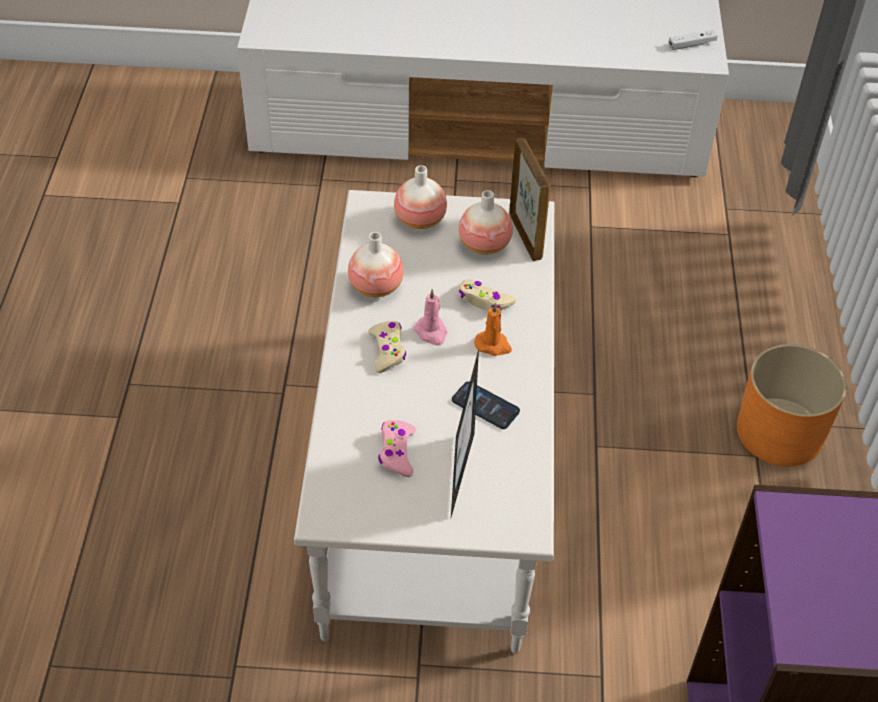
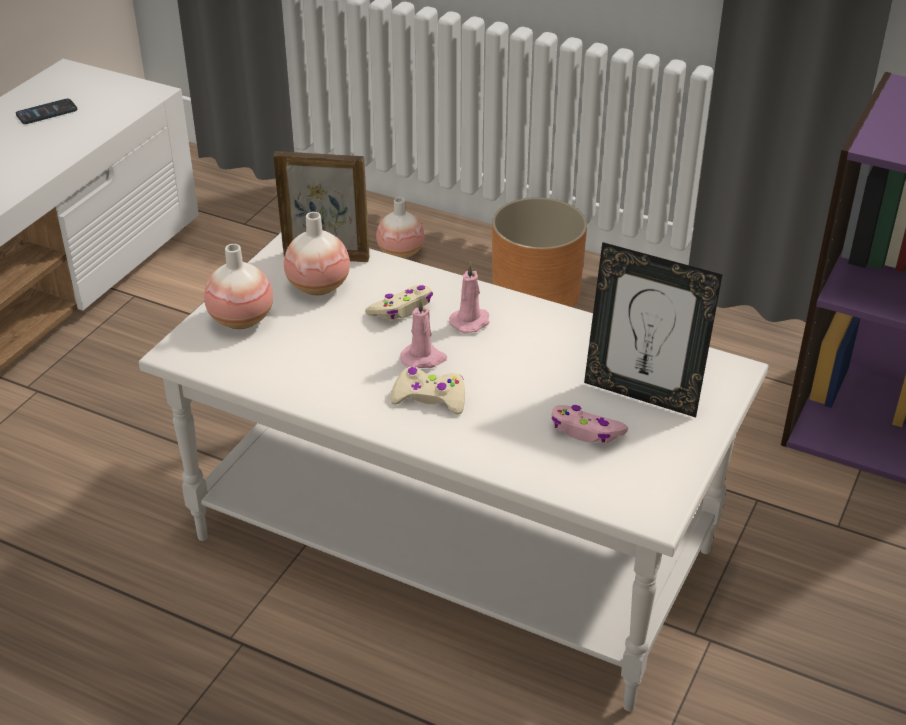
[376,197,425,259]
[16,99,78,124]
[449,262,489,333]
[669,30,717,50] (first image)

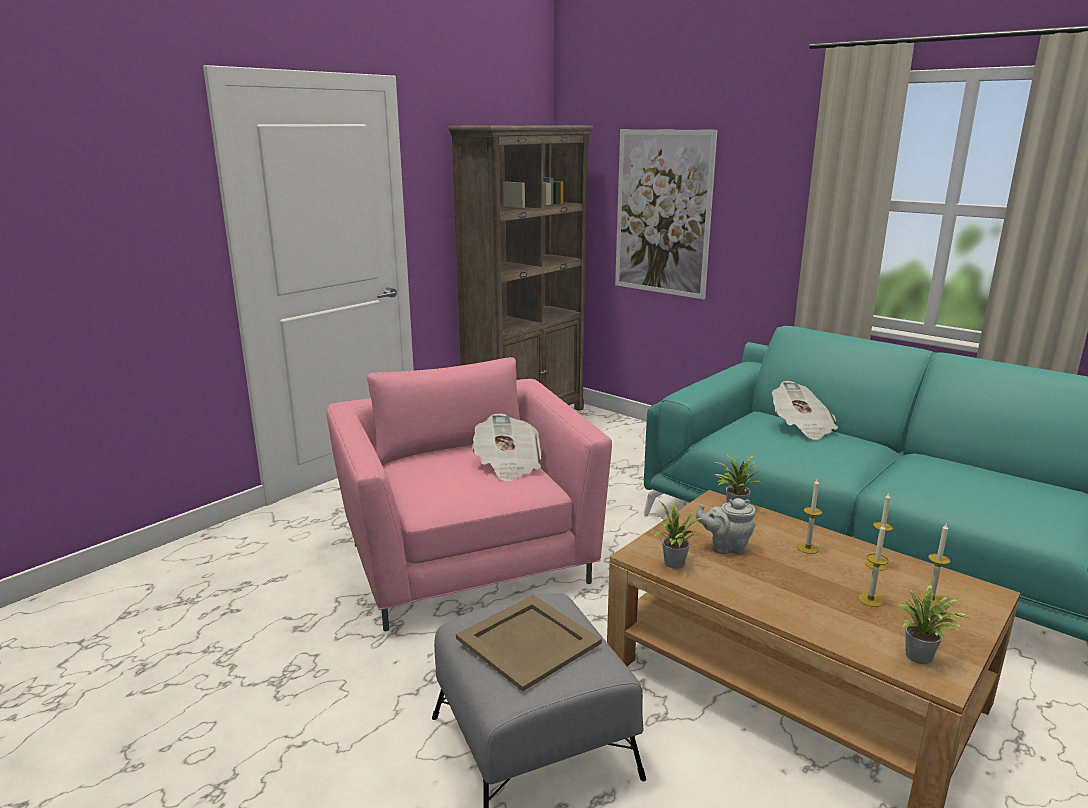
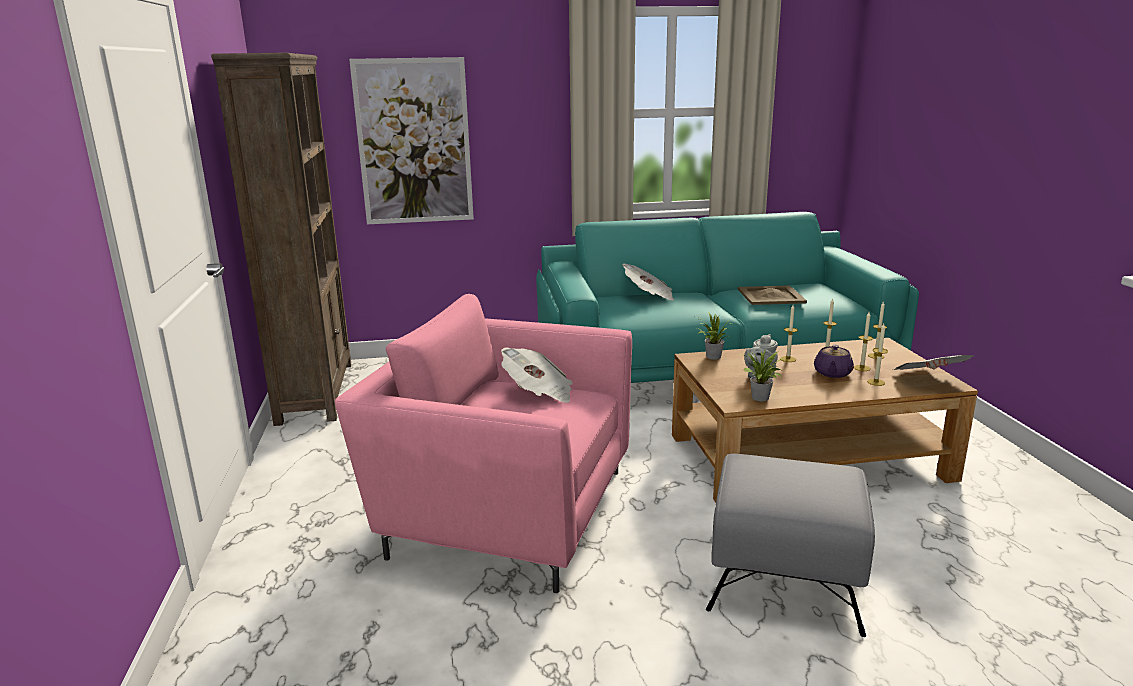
[738,285,807,305]
[892,355,974,370]
[814,345,854,378]
[867,324,888,386]

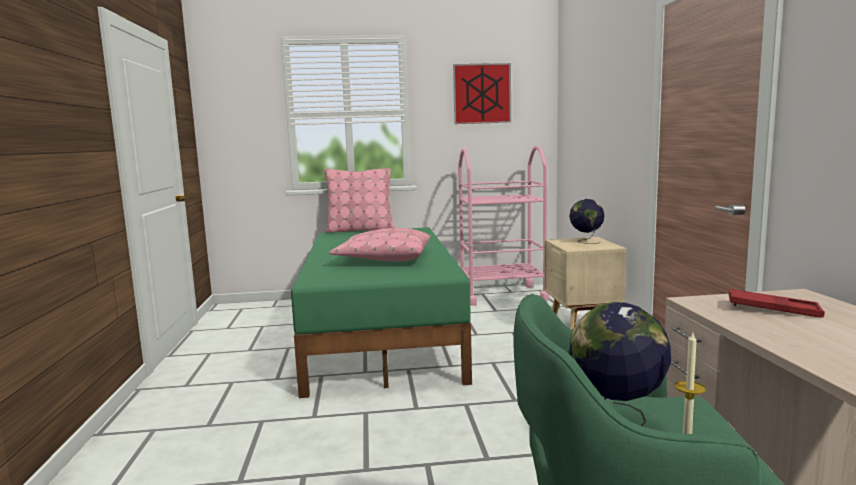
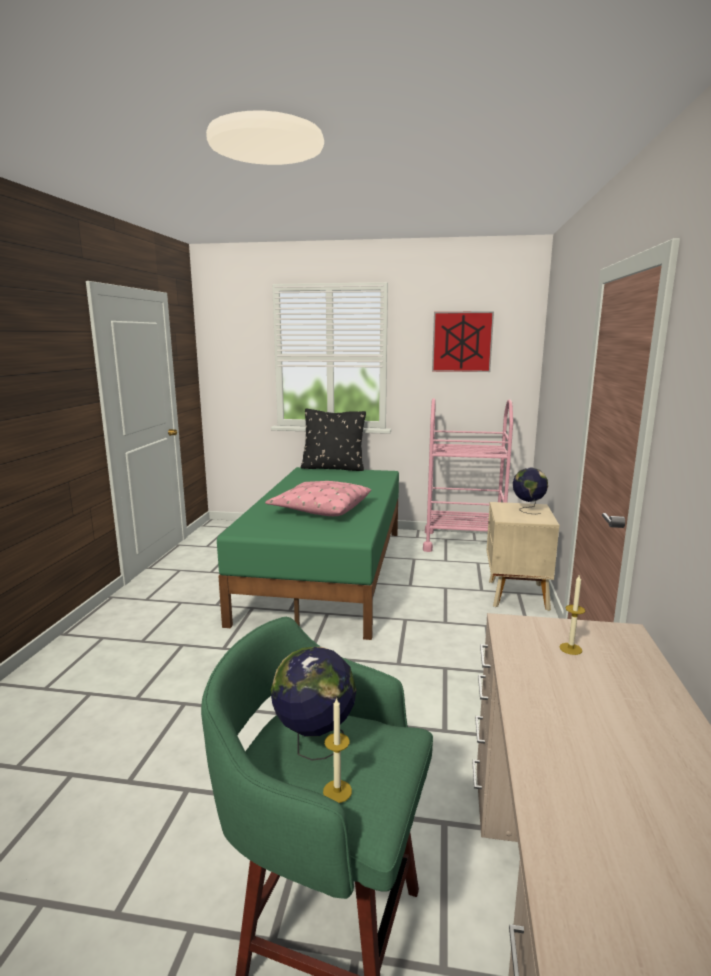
[301,409,366,471]
[560,575,585,655]

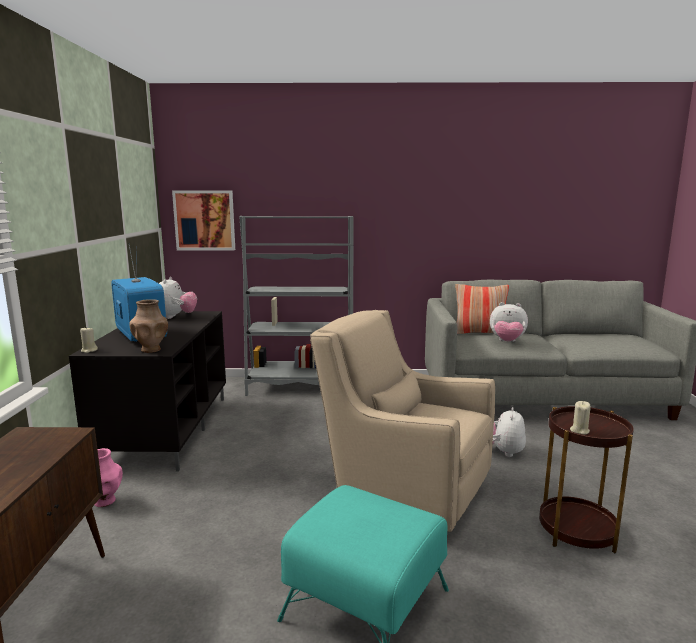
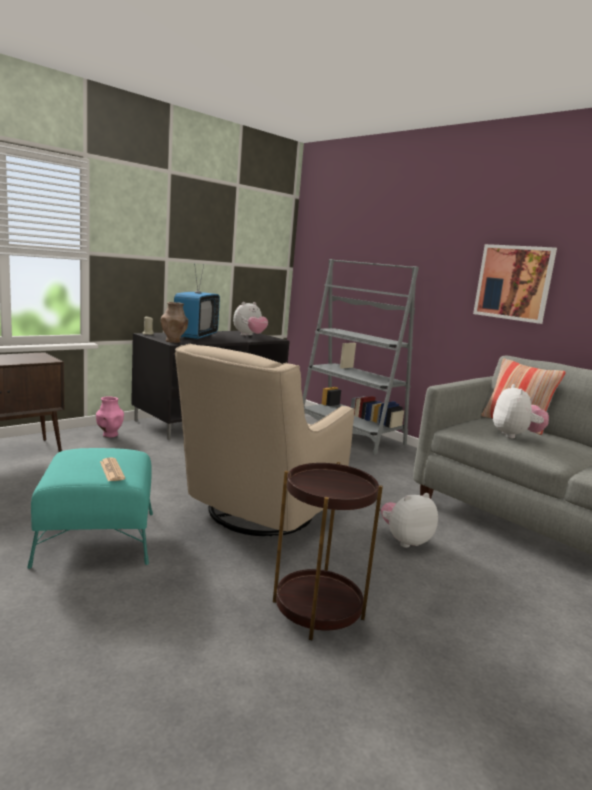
[473,244,557,324]
[175,343,355,536]
[493,384,549,438]
[570,401,591,435] (first image)
[100,458,125,481]

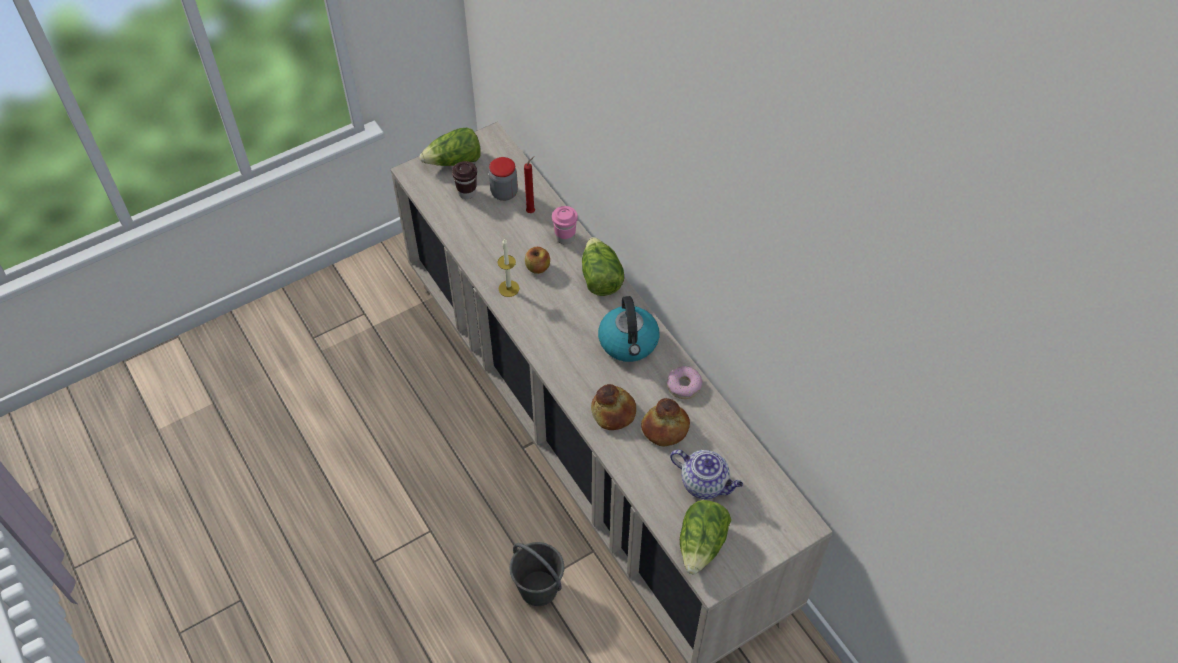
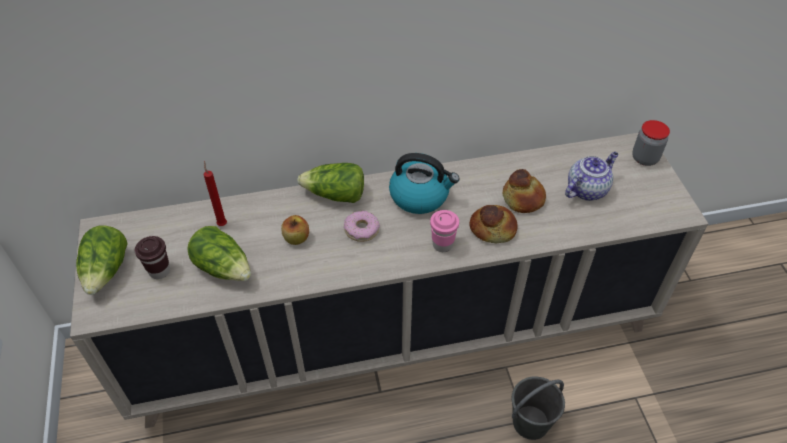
[632,120,670,166]
[497,238,519,297] (first image)
[430,210,459,252]
[344,211,380,242]
[187,226,251,281]

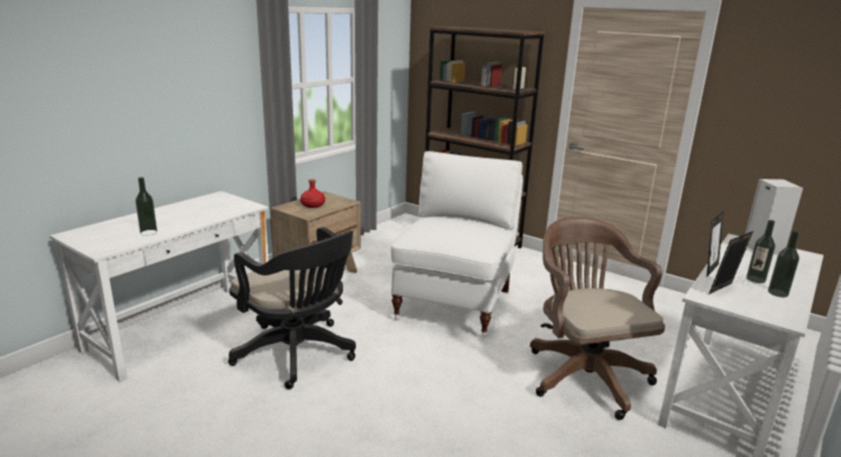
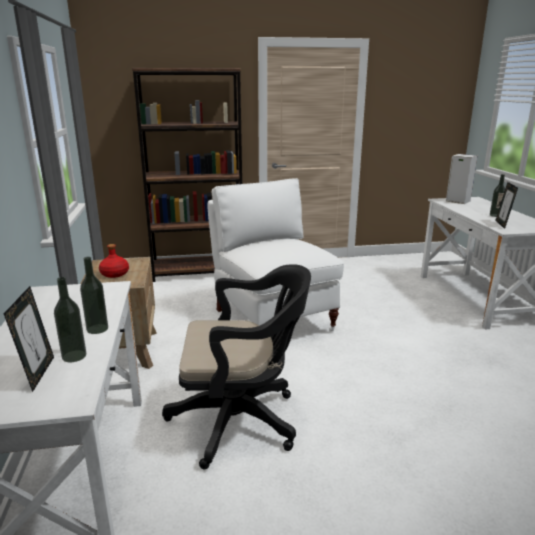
[530,217,665,420] (first image)
[4,286,54,392]
[80,257,108,334]

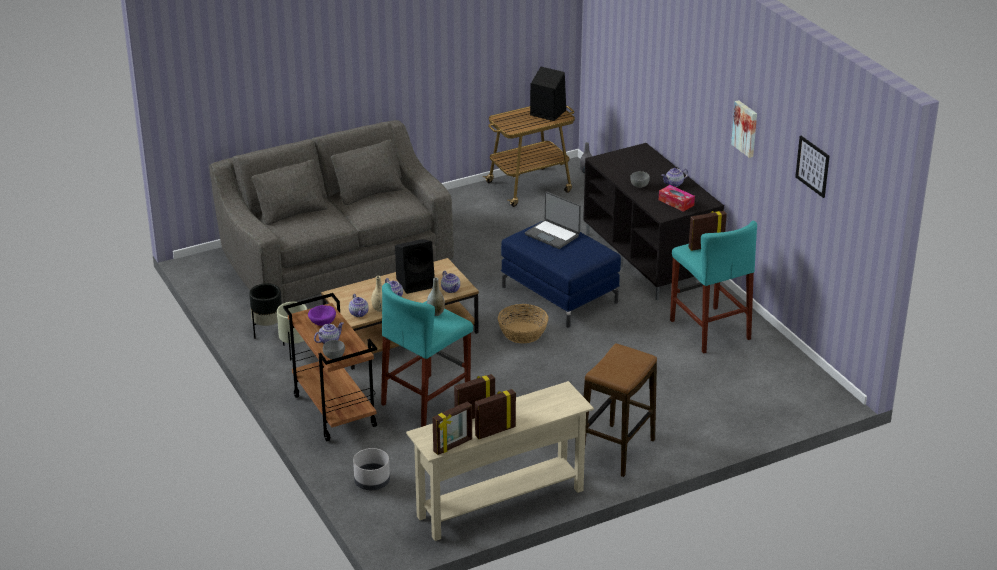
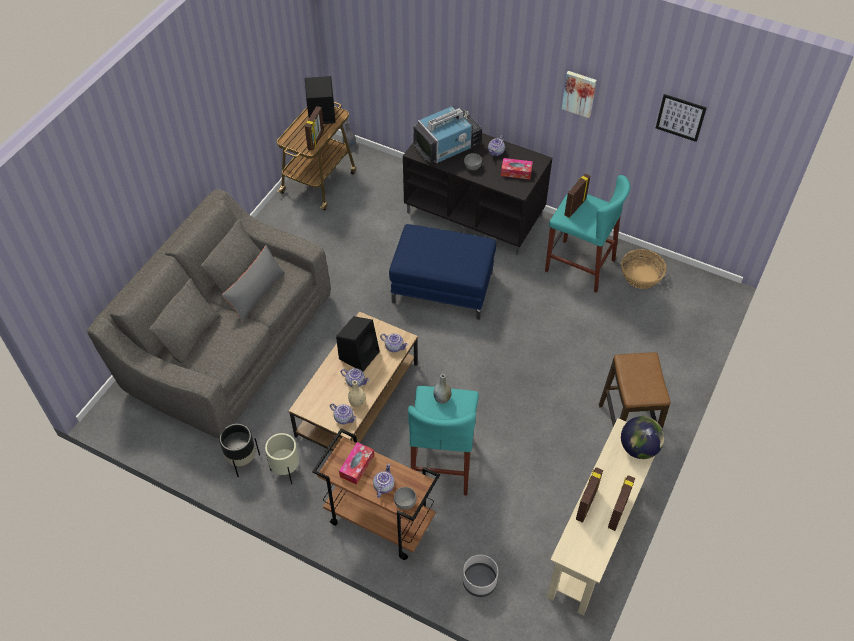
[339,442,374,485]
[305,106,324,151]
[621,249,667,289]
[525,191,581,249] (first image)
[222,245,285,323]
[413,105,482,163]
[621,416,664,459]

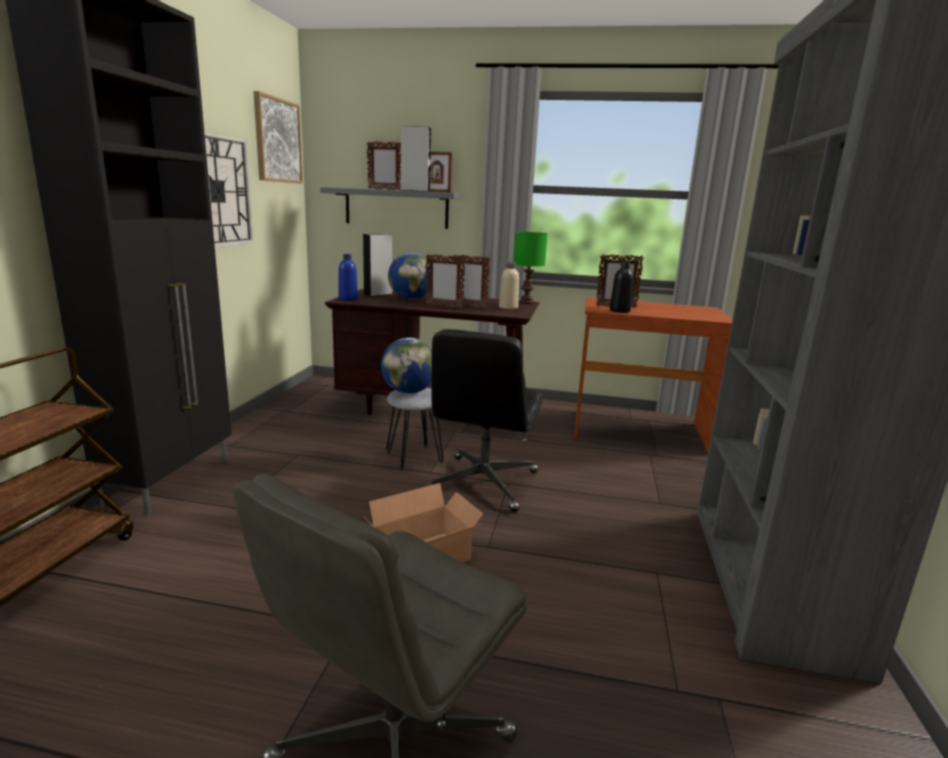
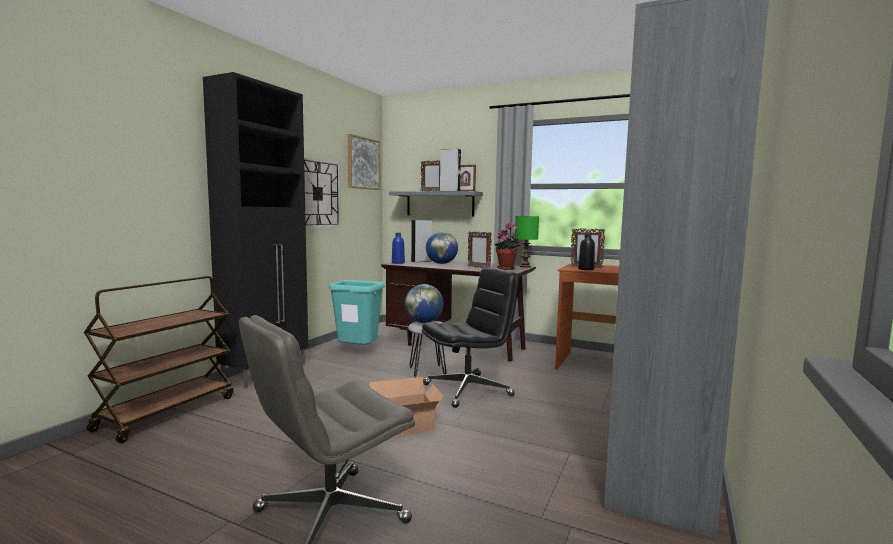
[425,254,466,309] (first image)
[422,268,519,408]
[495,223,521,270]
[329,280,385,345]

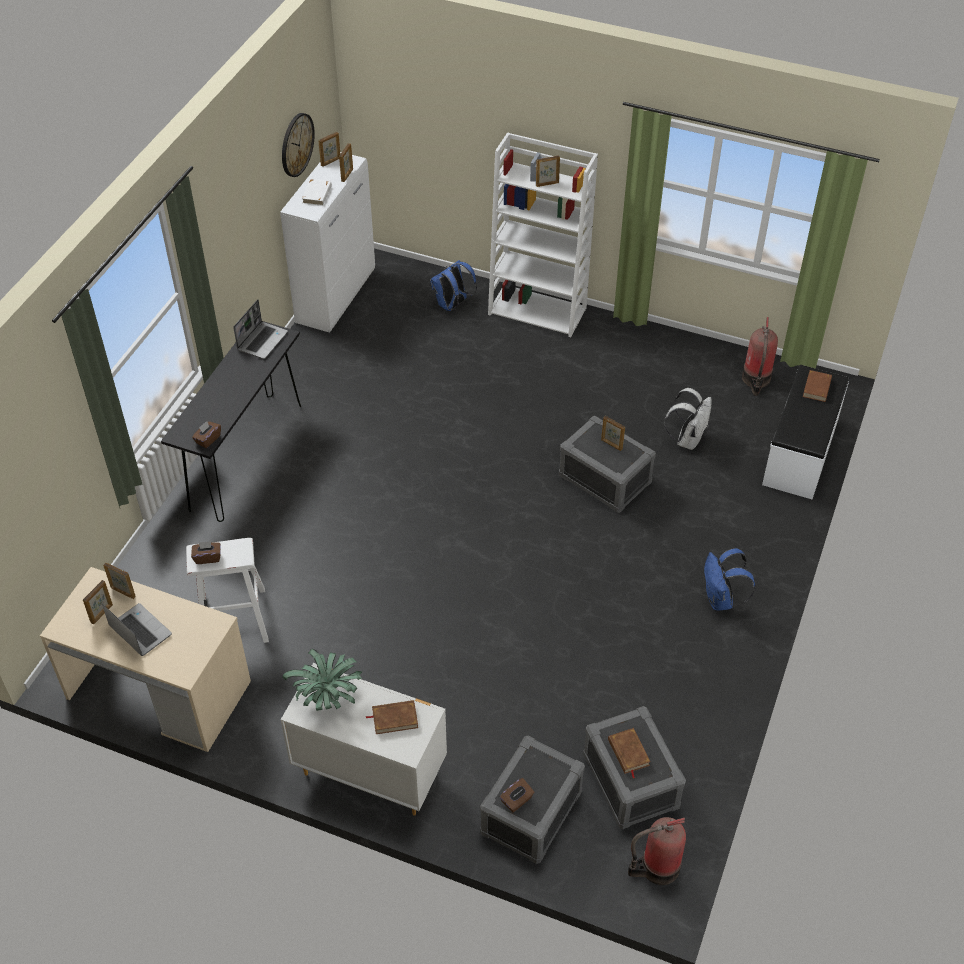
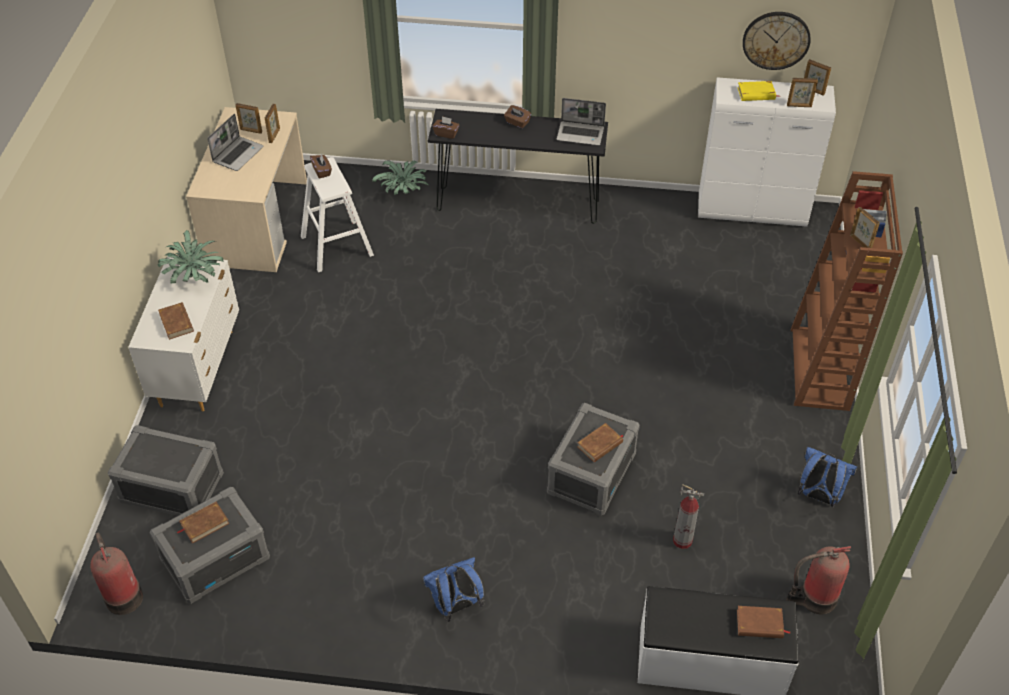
[737,81,780,101]
[798,447,857,507]
[791,171,903,411]
[504,105,531,128]
[577,423,623,462]
[673,484,704,549]
[372,160,429,195]

